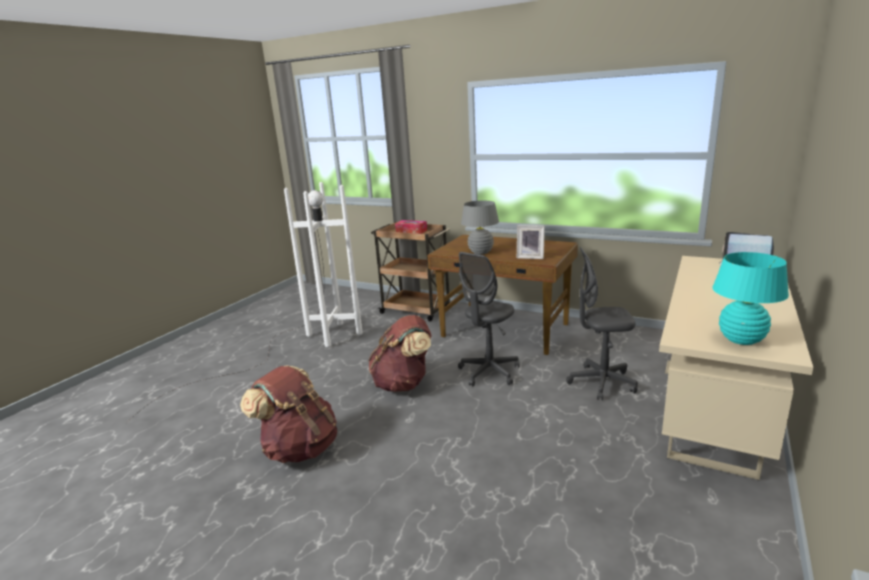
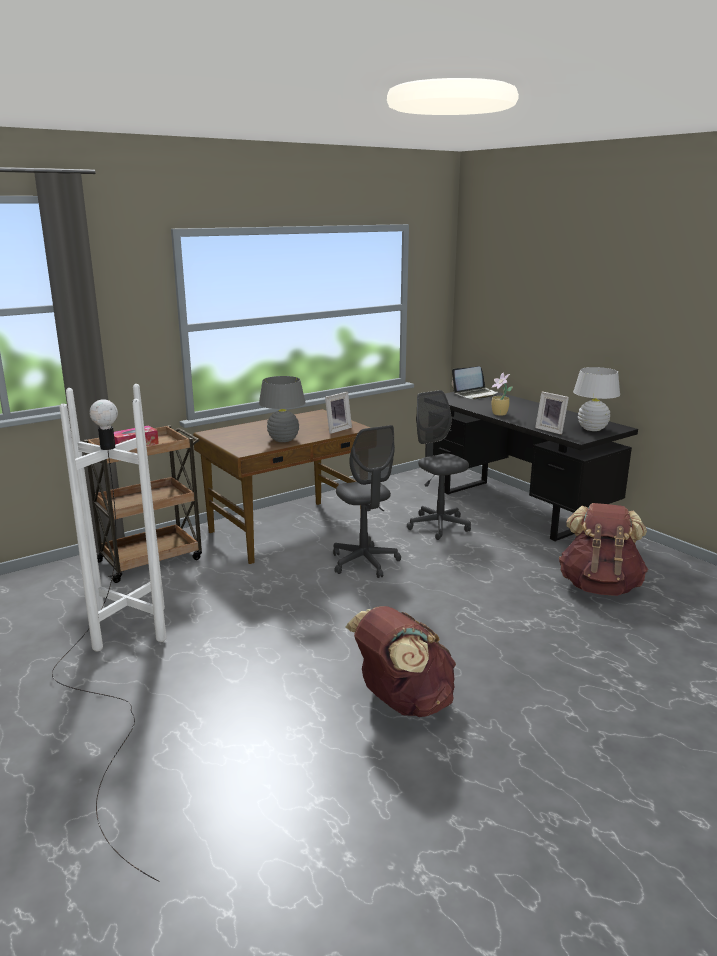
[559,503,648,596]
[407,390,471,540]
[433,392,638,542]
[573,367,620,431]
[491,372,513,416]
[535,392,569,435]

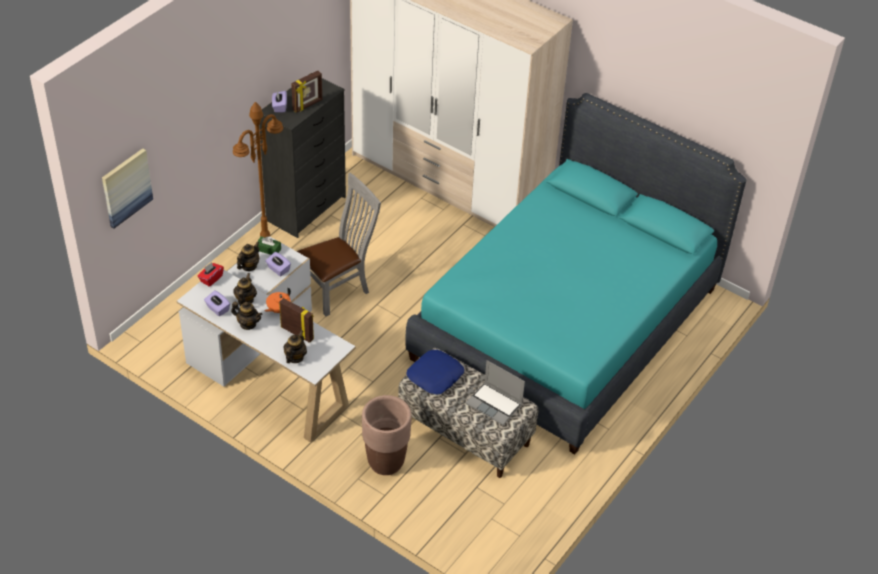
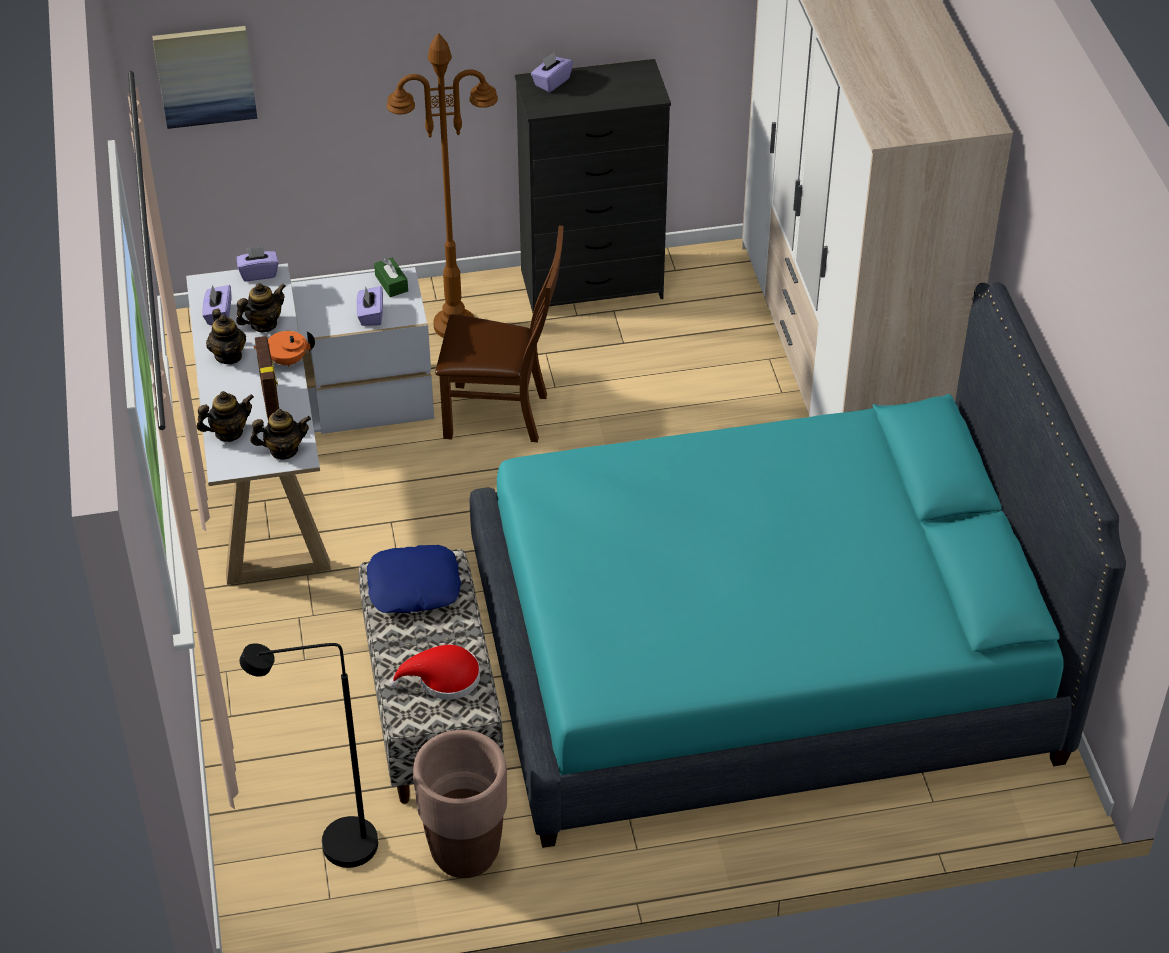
[236,246,278,281]
[250,409,311,460]
[291,71,322,113] (first image)
[435,225,564,442]
[413,730,507,878]
[389,645,480,700]
[239,643,378,868]

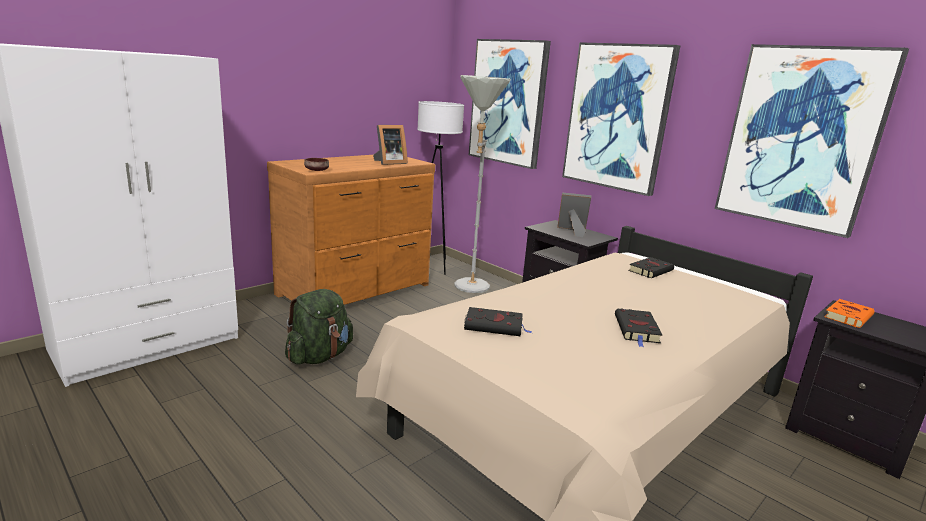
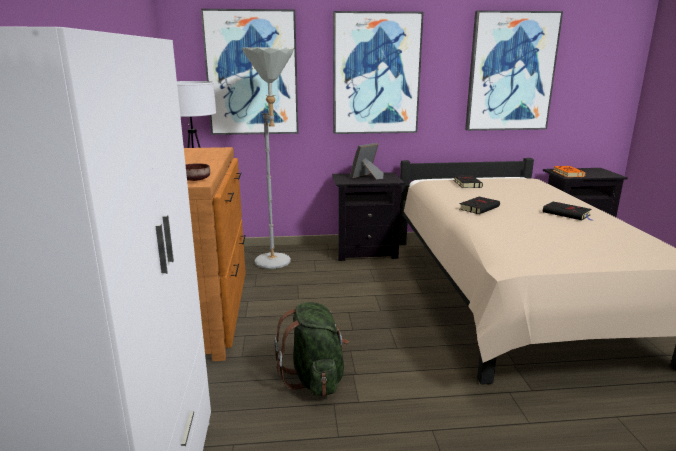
[373,125,408,165] (first image)
[459,197,500,214]

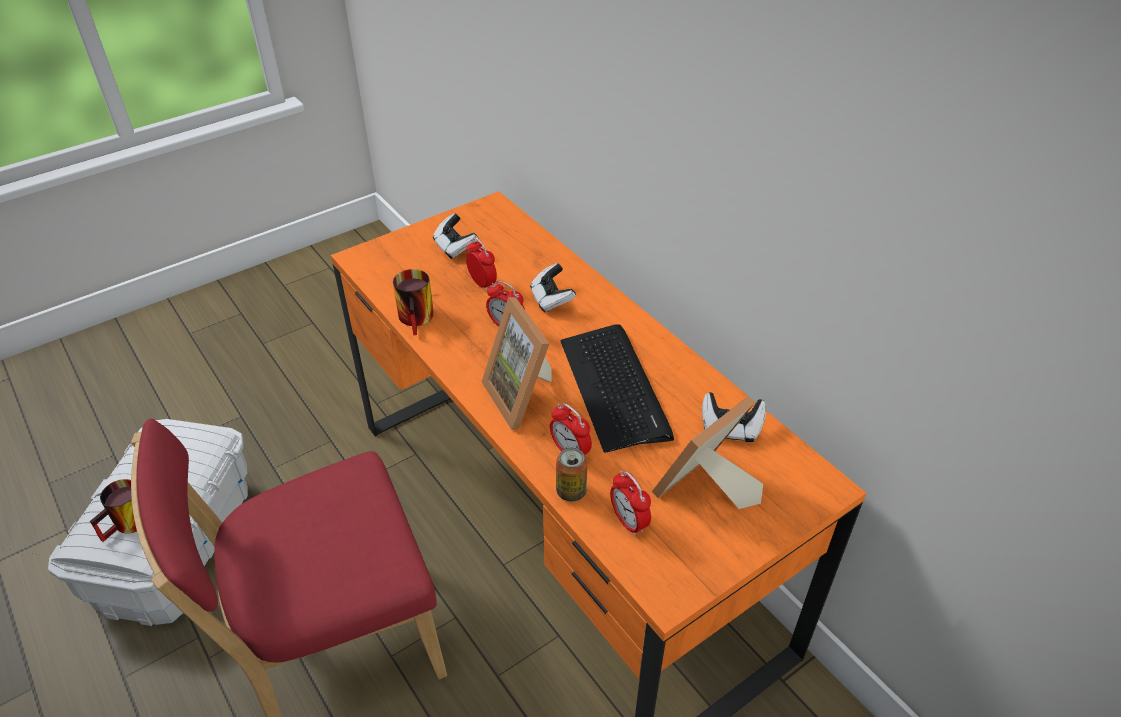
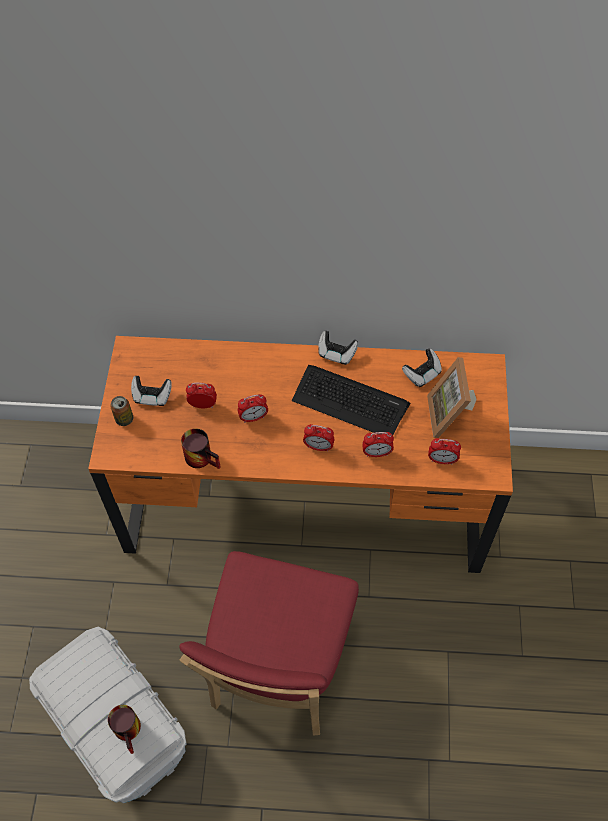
[303,424,334,452]
[318,331,358,365]
[110,396,133,426]

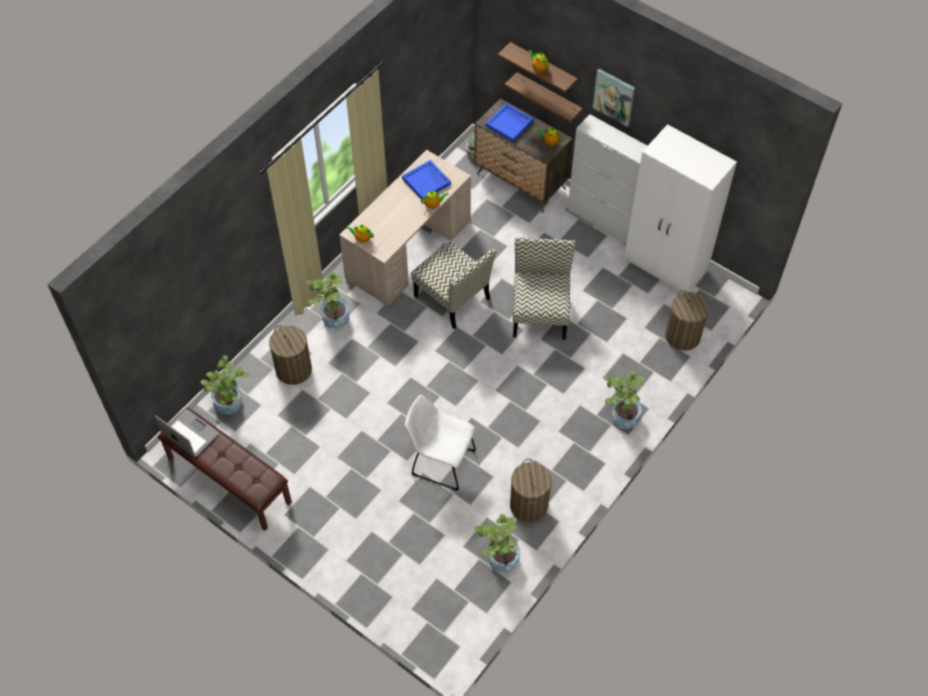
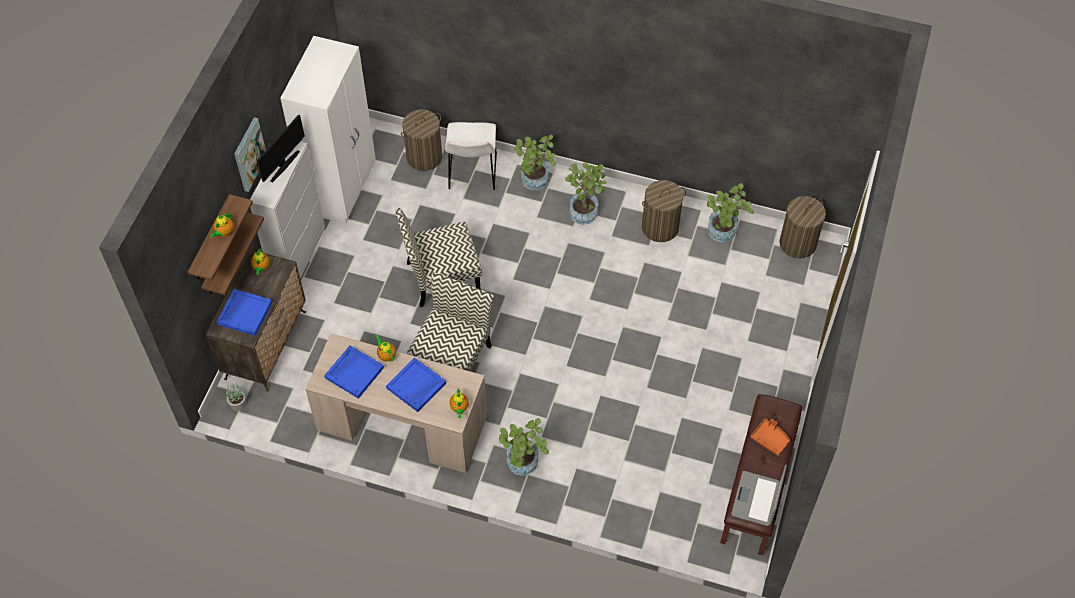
[565,162,607,225]
[779,196,826,258]
[445,122,497,190]
[257,114,305,182]
[386,357,446,412]
[751,418,790,456]

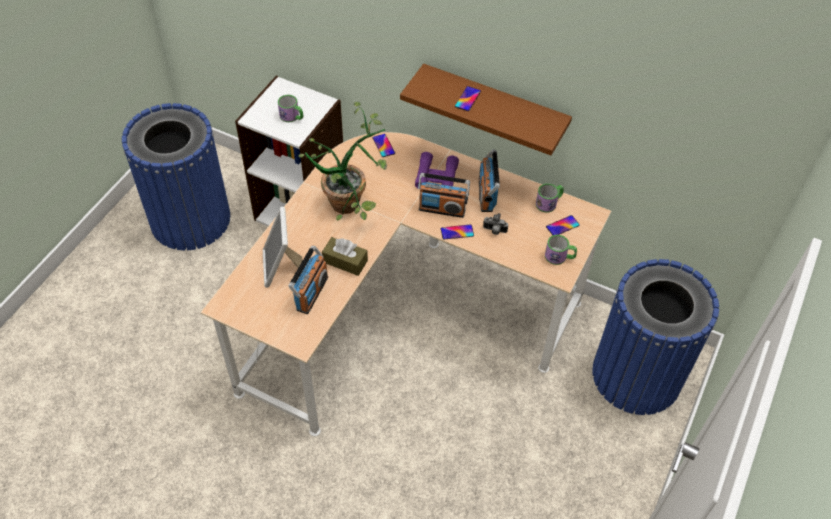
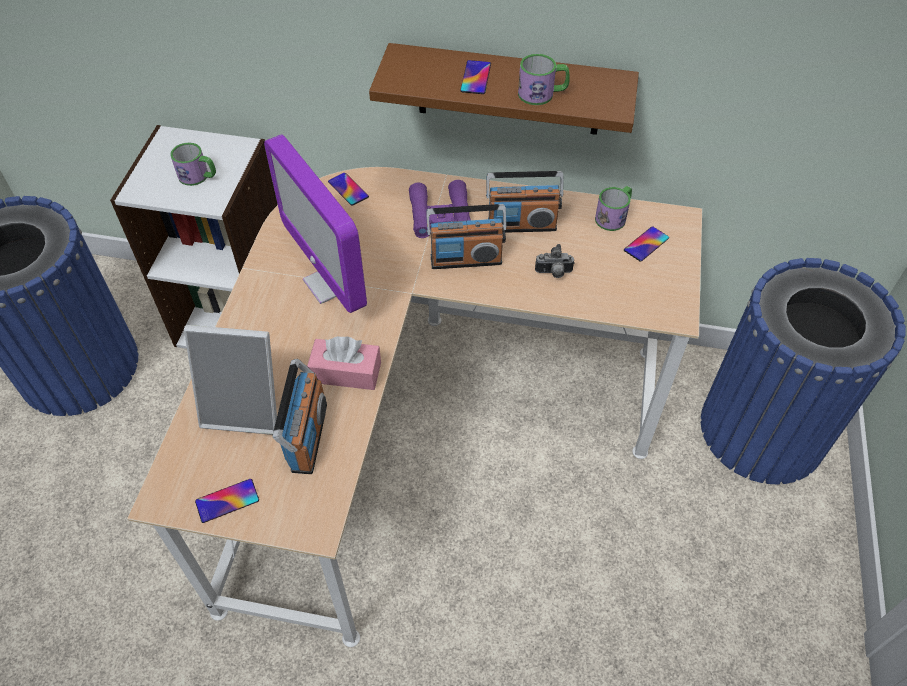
[184,325,277,435]
[264,134,367,313]
[307,336,381,390]
[195,479,259,523]
[486,171,564,233]
[518,54,570,105]

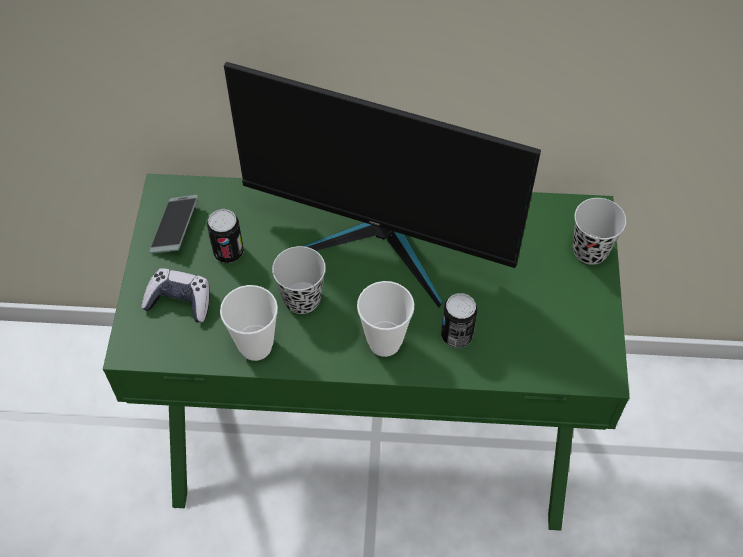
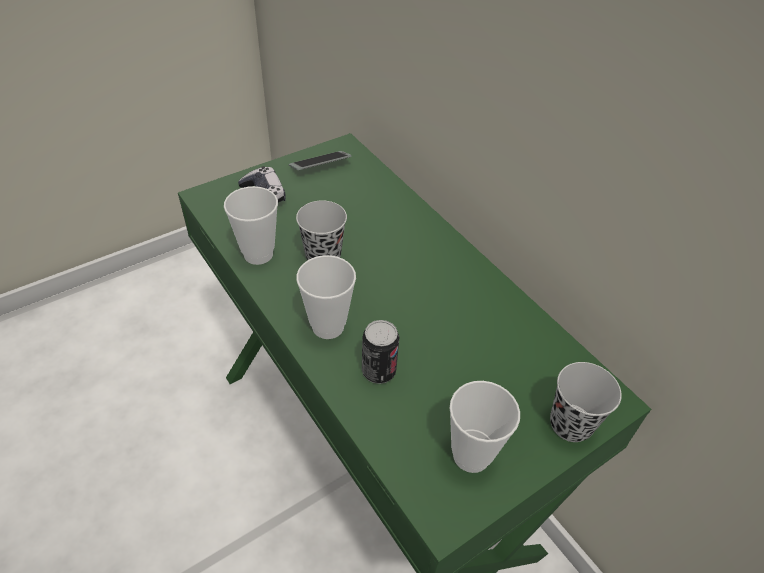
[207,209,244,263] (first image)
[224,62,541,308] (first image)
[449,381,520,473]

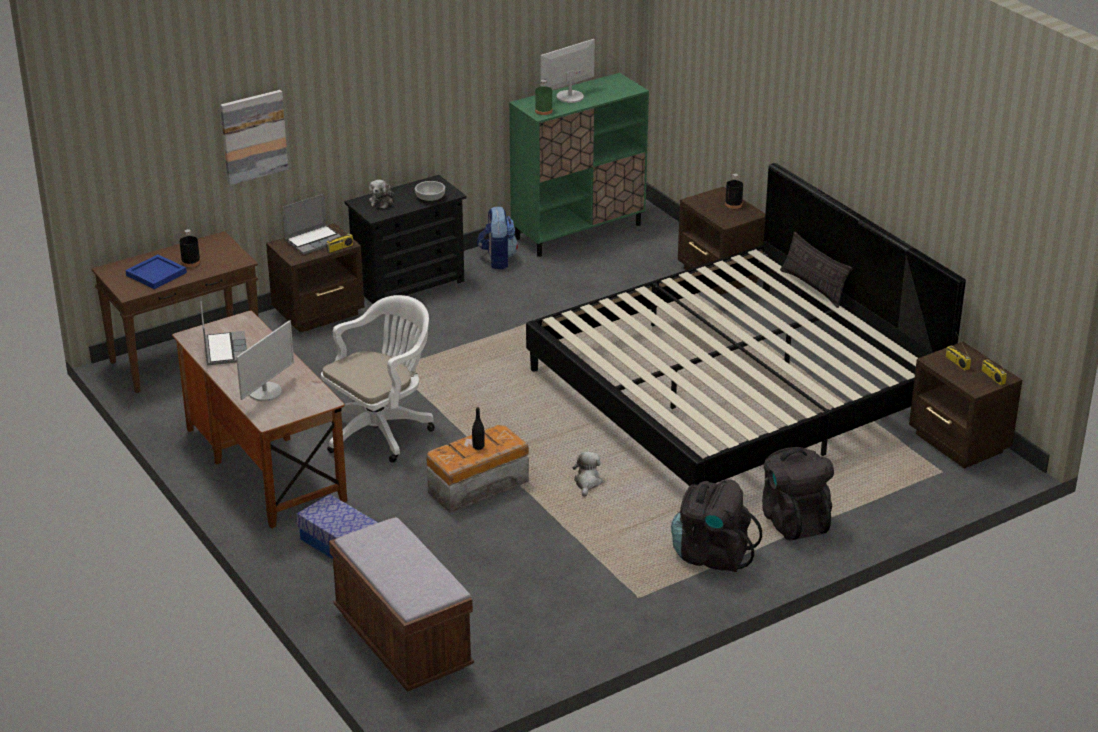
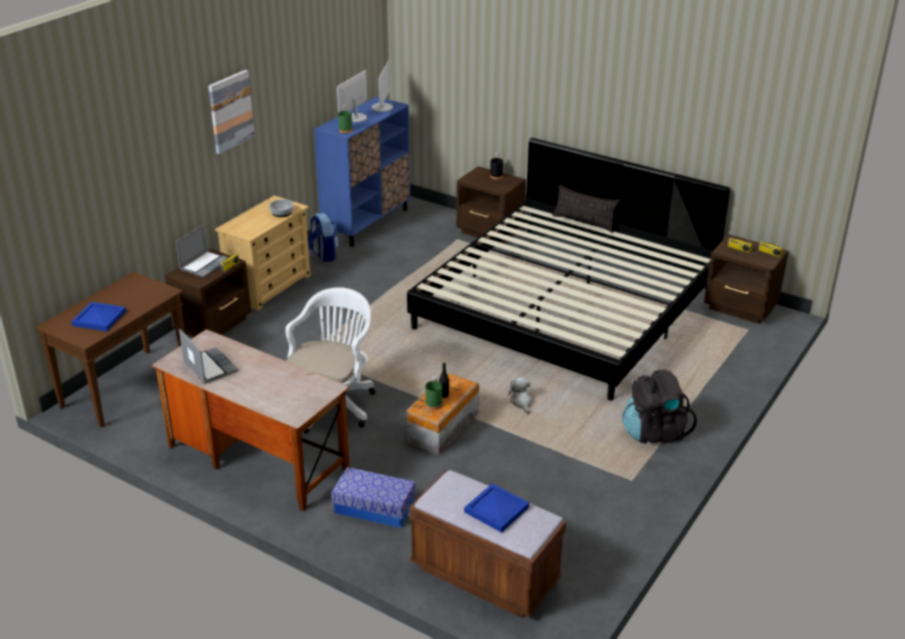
[179,229,201,267] (first image)
[208,70,255,154]
[372,60,393,112]
[215,195,310,311]
[369,180,394,209] (first image)
[314,97,410,247]
[762,447,834,541] (first image)
[425,376,443,410]
[464,483,529,533]

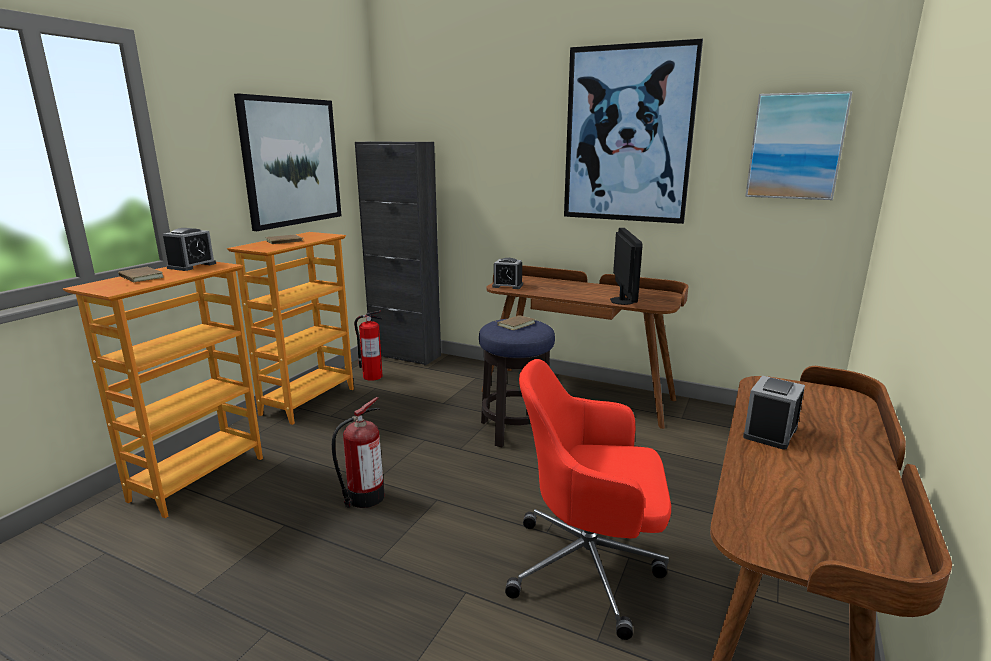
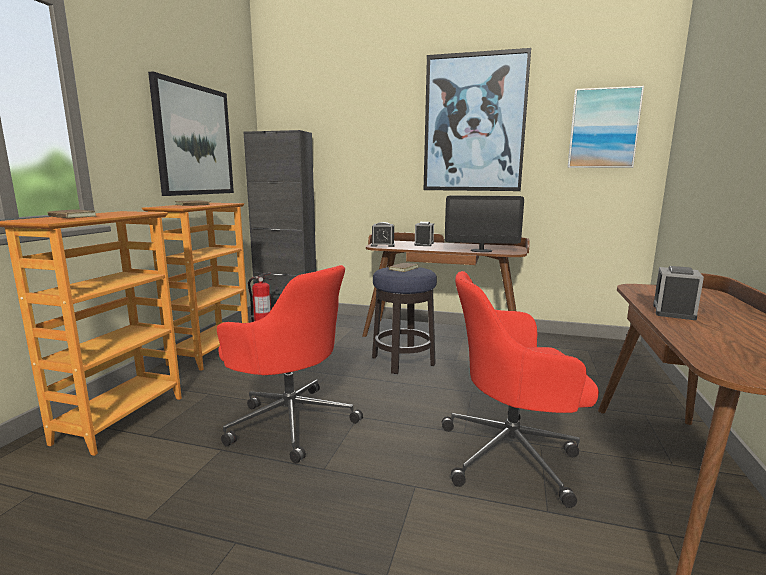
[414,222,434,246]
[217,265,363,463]
[445,195,524,252]

